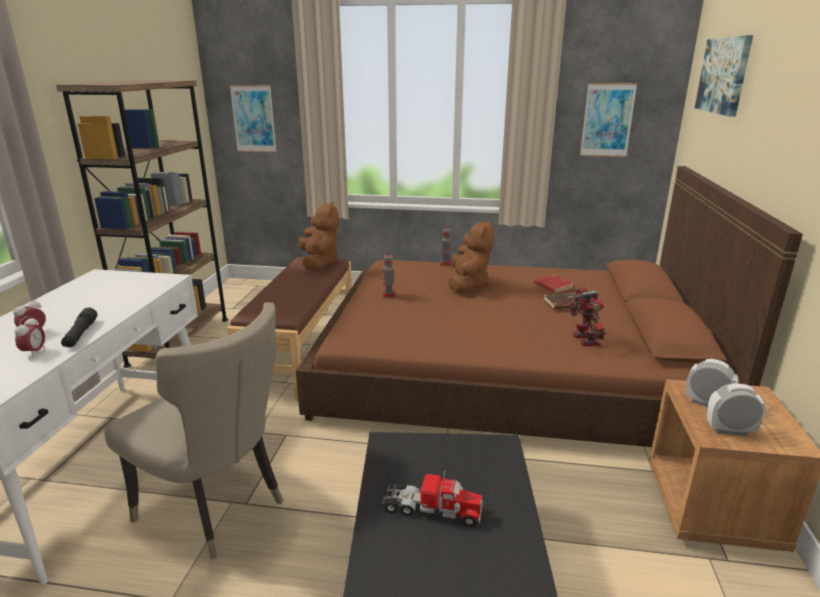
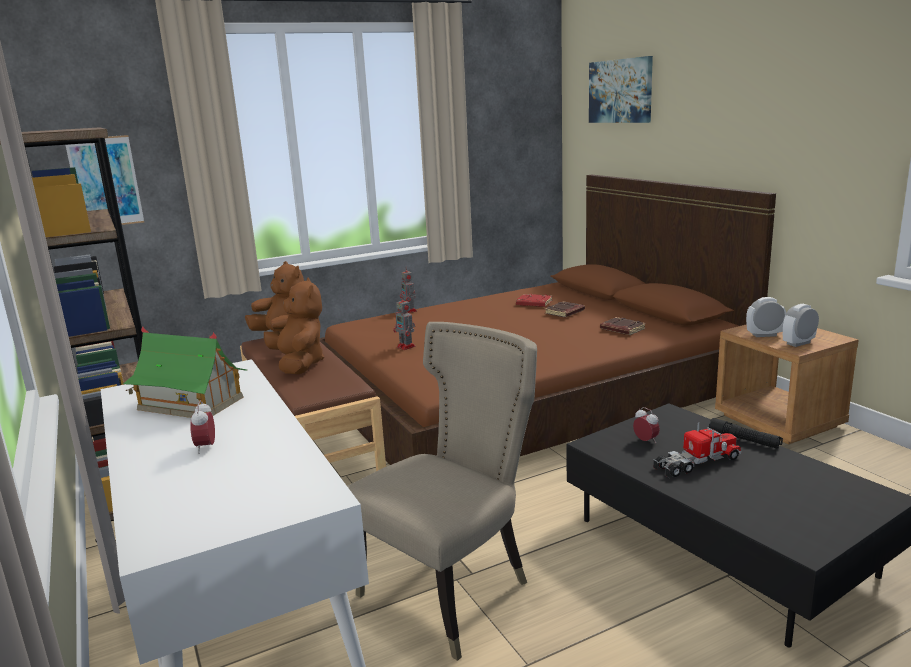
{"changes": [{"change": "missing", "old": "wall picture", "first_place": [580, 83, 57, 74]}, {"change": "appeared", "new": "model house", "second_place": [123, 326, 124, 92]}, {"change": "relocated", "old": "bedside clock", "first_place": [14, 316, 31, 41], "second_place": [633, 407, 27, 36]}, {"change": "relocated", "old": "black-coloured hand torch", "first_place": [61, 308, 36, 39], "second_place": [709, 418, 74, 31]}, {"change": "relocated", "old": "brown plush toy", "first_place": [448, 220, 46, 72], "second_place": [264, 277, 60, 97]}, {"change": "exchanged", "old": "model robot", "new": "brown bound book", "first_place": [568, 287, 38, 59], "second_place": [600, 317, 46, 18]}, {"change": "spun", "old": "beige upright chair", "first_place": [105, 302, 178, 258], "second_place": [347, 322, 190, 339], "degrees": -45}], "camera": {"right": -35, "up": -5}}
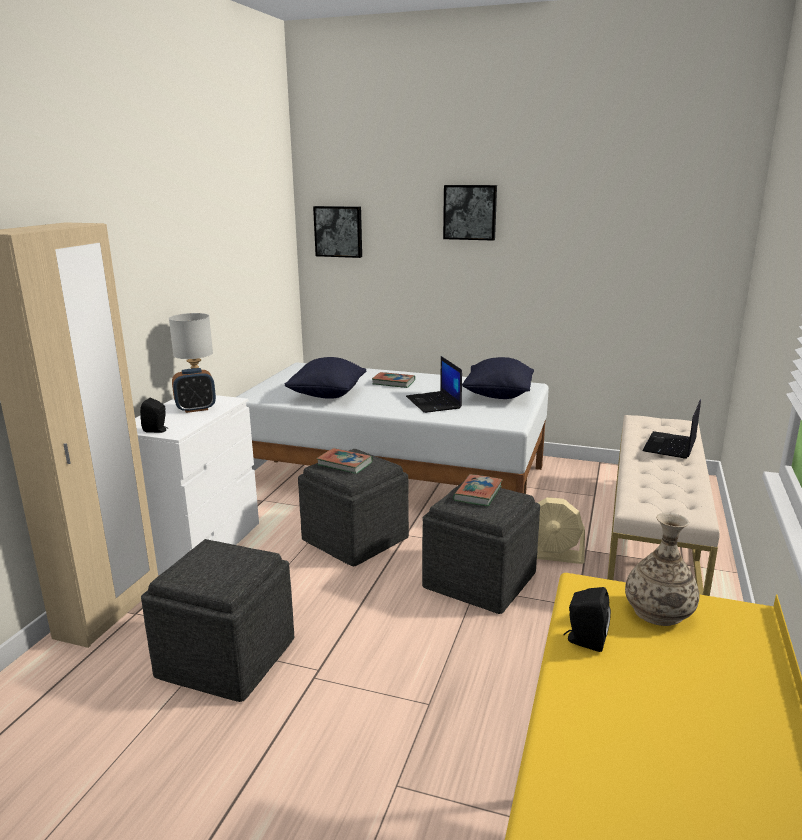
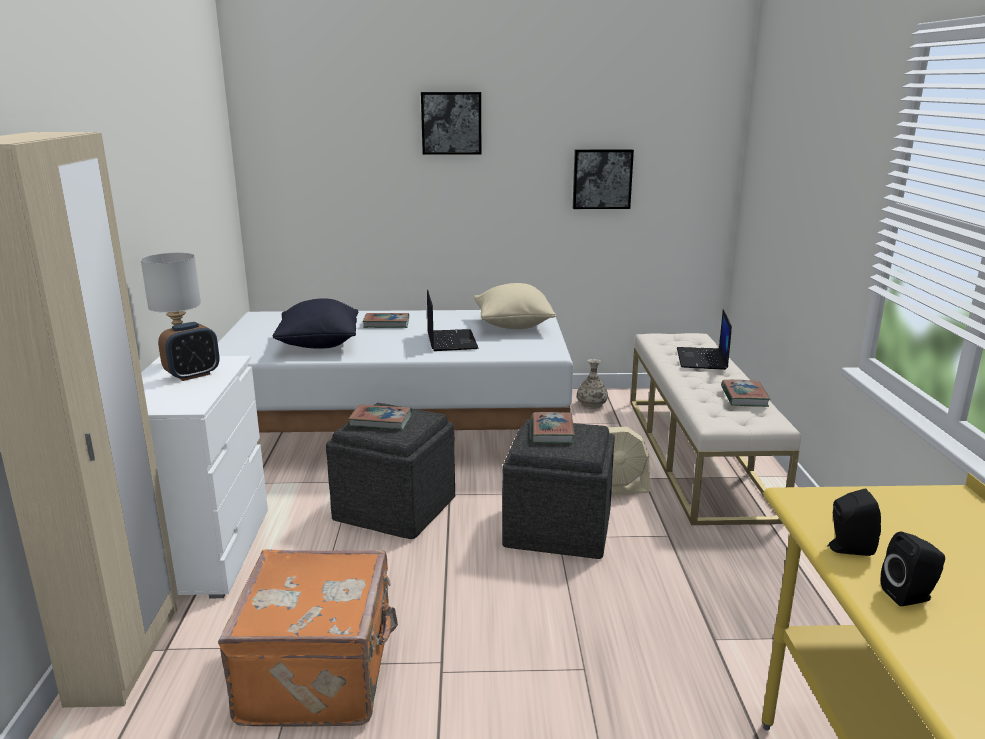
{"changes": [{"change": "appeared", "new": "bound book", "second_place": [721, 380, 49, 27]}, {"change": "relocated", "old": "black-coloured audio speaker", "first_place": [140, 398, 28, 35], "second_place": [881, 532, 64, 74]}, {"change": "relocated", "old": "wall picture", "first_place": [313, 206, 49, 52], "second_place": [573, 149, 61, 60]}, {"change": "relocated", "old": "vase", "first_place": [625, 513, 74, 113], "second_place": [577, 359, 31, 50]}, {"change": "exchanged", "old": "grey ottoman", "new": "orangey suitcase", "first_place": [141, 539, 153, 163], "second_place": [218, 549, 180, 178]}, {"change": "colour", "old": "black-coloured cushion", "new": "beige cushion", "first_place": [462, 357, 72, 42], "second_place": [474, 283, 82, 46]}, {"change": "spun", "old": "notebook computer", "first_place": [406, 356, 56, 57], "second_place": [427, 290, 52, 61], "degrees": -150}], "camera": {"right": -20, "up": 0}}
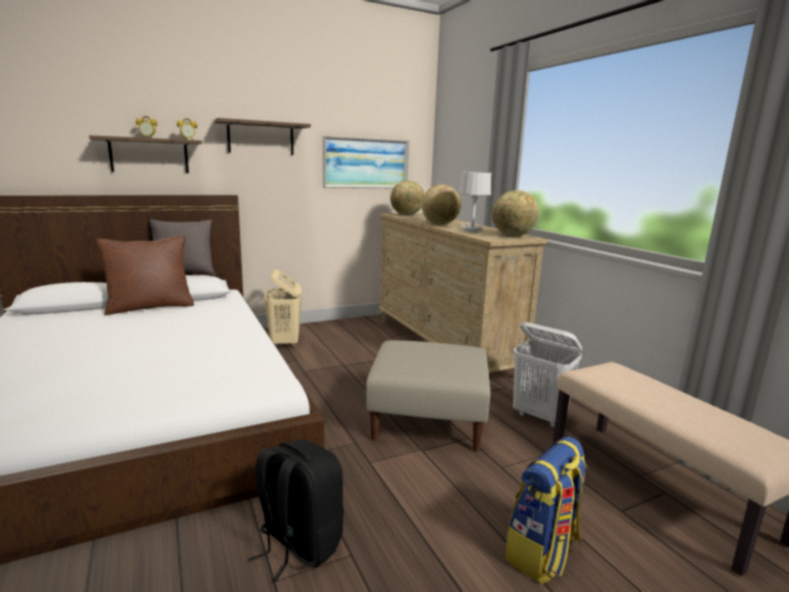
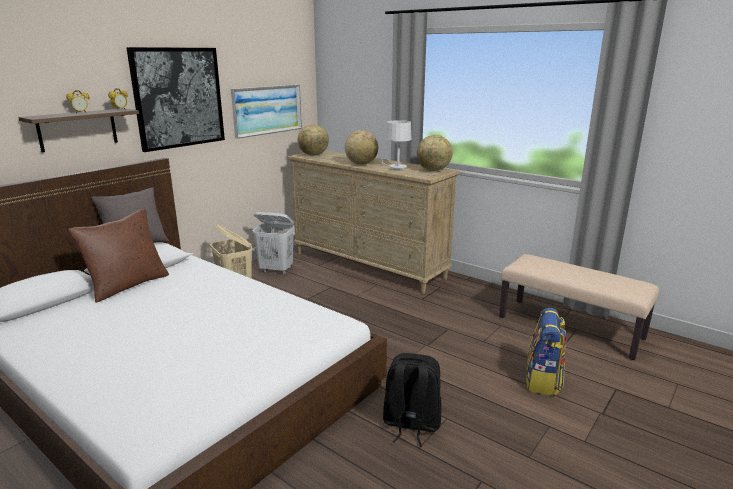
{"changes": [{"change": "missing", "old": "beige ottoman", "first_place": [366, 340, 124, 111]}, {"change": "relocated", "old": "whitish washing basket", "first_place": [513, 322, 70, 106], "second_place": [252, 212, 42, 62]}, {"change": "exchanged", "old": "bracket shelf", "new": "wall picture", "first_place": [214, 118, 97, 37], "second_place": [126, 47, 99, 105]}], "camera": {"right": -25, "up": 5}}
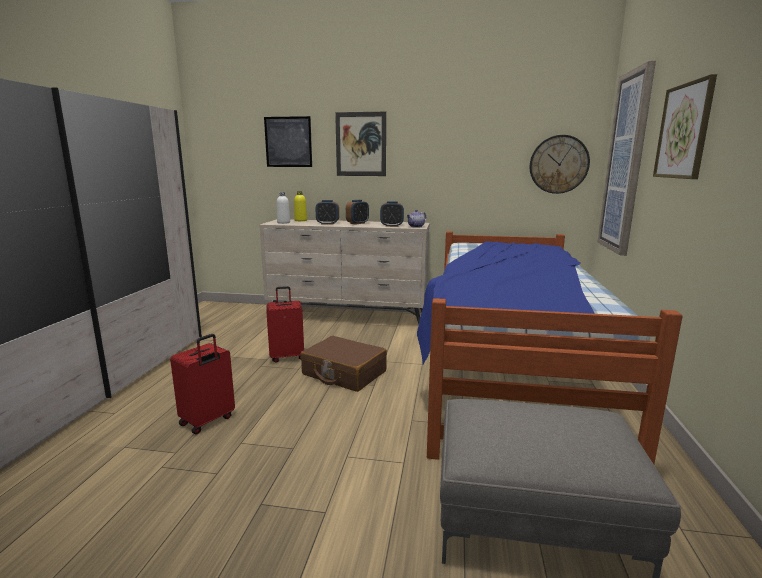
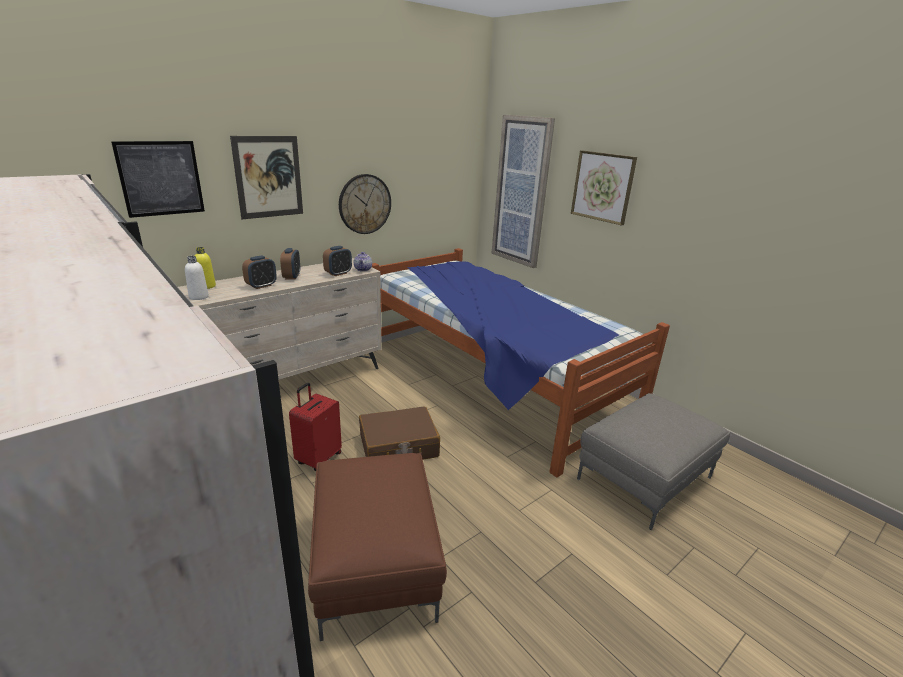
{"changes": [{"change": "relocated", "old": "clock on the wall", "first_place": [530, 135, 60, 59], "second_place": [339, 174, 52, 60]}, {"change": "exchanged", "old": "red-coloured suitcase", "new": "brown ottoman", "first_place": [170, 334, 65, 100], "second_place": [308, 453, 139, 188]}], "camera": {"right": -50, "up": 10}}
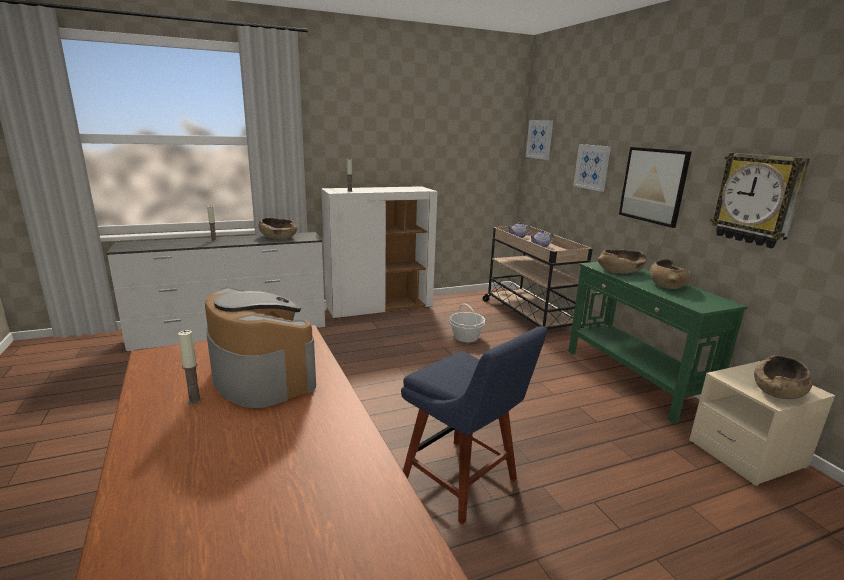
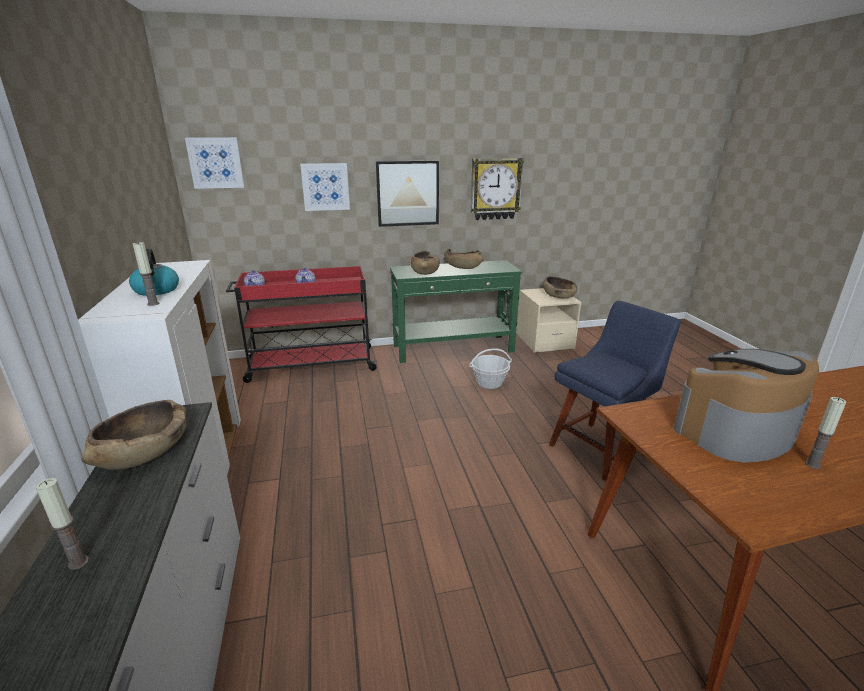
{"changes": [{"change": "appeared", "new": "tea kettle", "second_place": [129, 249, 50, 47]}, {"change": "relocated", "old": "household basket", "first_place": [449, 303, 36, 39], "second_place": [469, 348, 43, 41]}, {"change": "colour", "old": "beige trolley", "new": "red-coloured trolley", "first_place": [483, 225, 110, 104], "second_place": [226, 266, 151, 117]}], "camera": {"right": -80, "up": 5}}
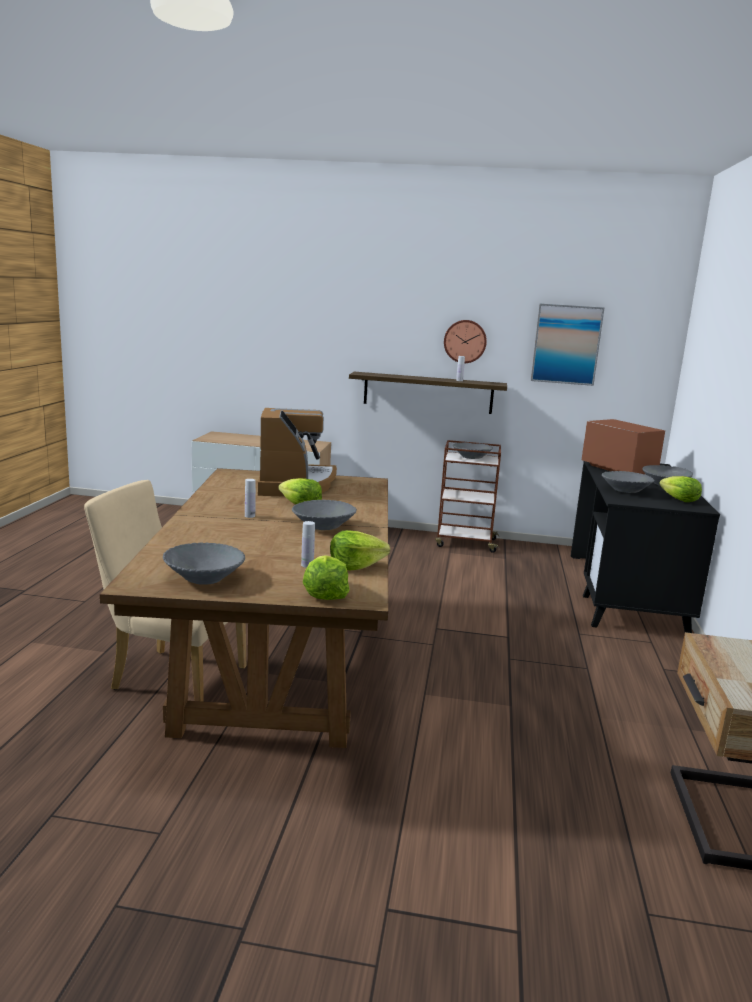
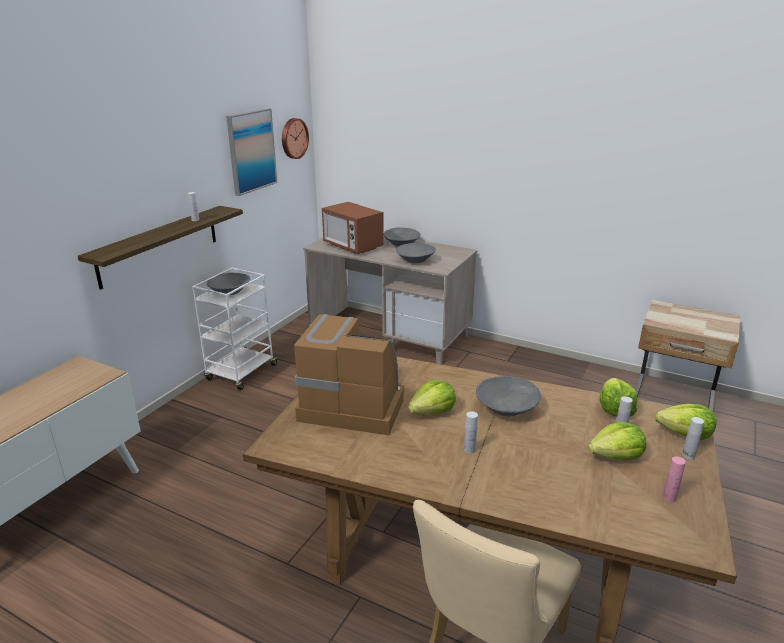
{"changes": [{"change": "appeared", "new": "whitish beverage bottle", "second_place": [682, 417, 22, 42]}, {"change": "relocated", "old": "clock on the wall", "first_place": [444, 320, 43, 43], "second_place": [282, 118, 27, 41]}, {"change": "relocated", "old": "head of lettuce", "first_place": [659, 476, 43, 26], "second_place": [588, 422, 58, 38]}, {"change": "exchanged", "old": "grey serving bowl", "new": "pinkish beverage bottle", "first_place": [163, 543, 82, 42], "second_place": [662, 456, 24, 46]}, {"change": "colour", "old": "brown trolley", "new": "whitish trolley", "first_place": [435, 440, 66, 113], "second_place": [192, 268, 87, 122]}, {"change": "colour", "old": "black-coloured desk table", "new": "beige desk table", "first_place": [571, 461, 149, 172], "second_place": [303, 237, 175, 127]}, {"change": "spun", "old": "kitchen microwave", "first_place": [582, 419, 83, 56], "second_place": [322, 202, 62, 52], "degrees": -120}], "camera": {"right": -70, "up": 10}}
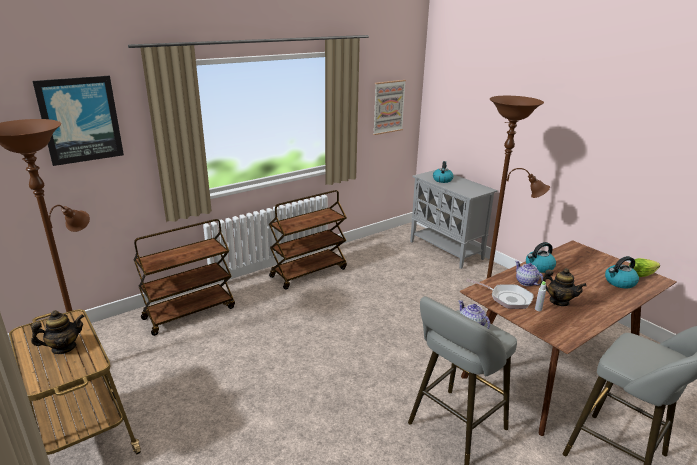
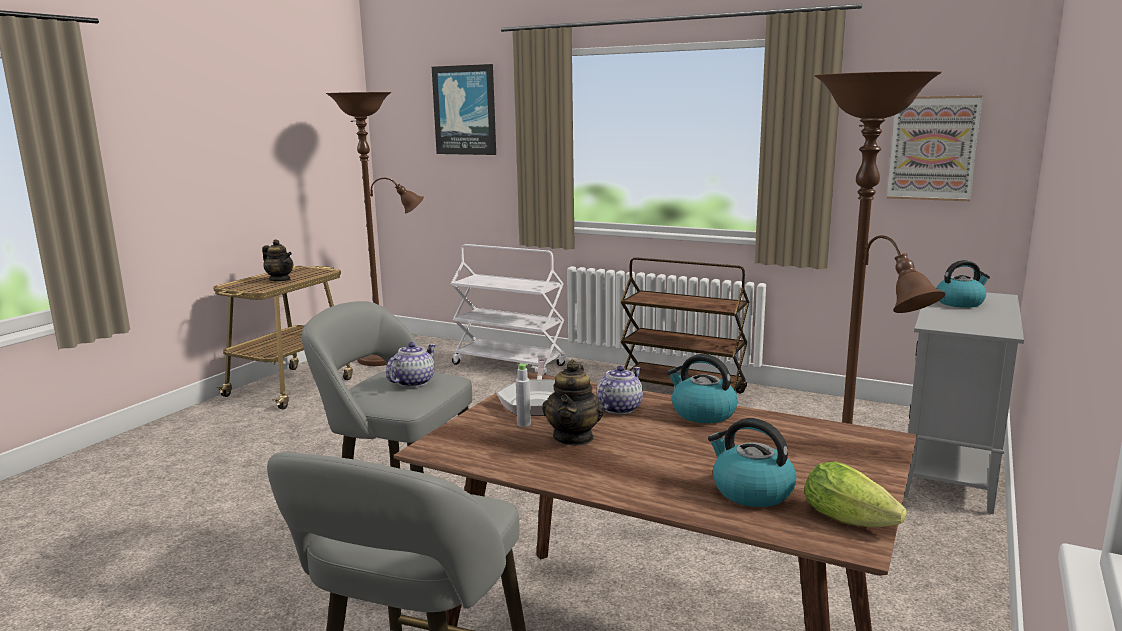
{"changes": [{"change": "colour", "old": "brown trolley", "new": "whitish trolley", "first_place": [134, 219, 101, 117], "second_place": [451, 244, 115, 131]}], "camera": {"right": 65, "up": -10}}
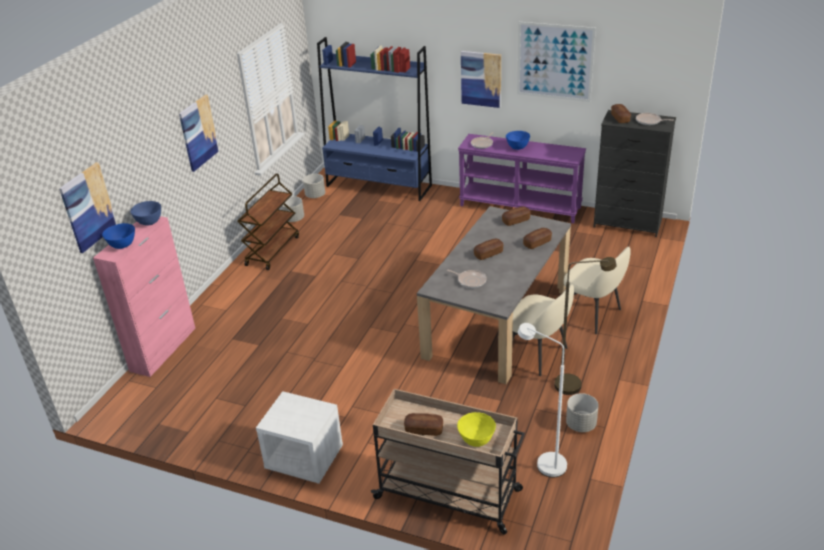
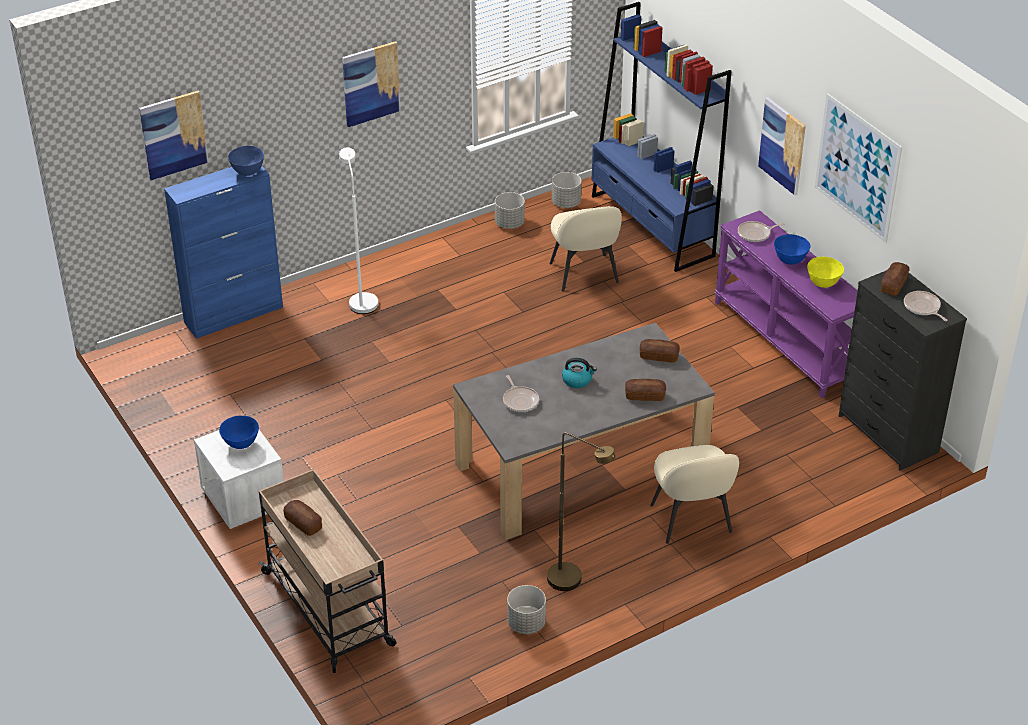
{"changes": [{"change": "missing", "old": "brown trolley", "first_place": [237, 173, 62, 97]}, {"change": "relocated", "old": "blue-coloured serving bowl", "first_place": [102, 223, 33, 26], "second_place": [219, 415, 40, 34]}, {"change": "relocated", "old": "yellowish serving bowl", "first_place": [457, 412, 39, 35], "second_place": [807, 257, 37, 31]}, {"change": "relocated", "old": "beige upright chair", "first_place": [512, 284, 62, 92], "second_place": [550, 206, 72, 86]}, {"change": "relocated", "old": "whitish standing lamp", "first_place": [518, 323, 49, 155], "second_place": [339, 147, 40, 167]}, {"change": "exchanged", "old": "baked bread", "new": "tea kettle", "first_place": [474, 239, 29, 21], "second_place": [562, 358, 35, 30]}, {"change": "colour", "old": "pinkish cupboard", "new": "blue-coloured cupboard", "first_place": [93, 216, 103, 161], "second_place": [164, 166, 119, 173]}], "camera": {"right": 35, "up": 5}}
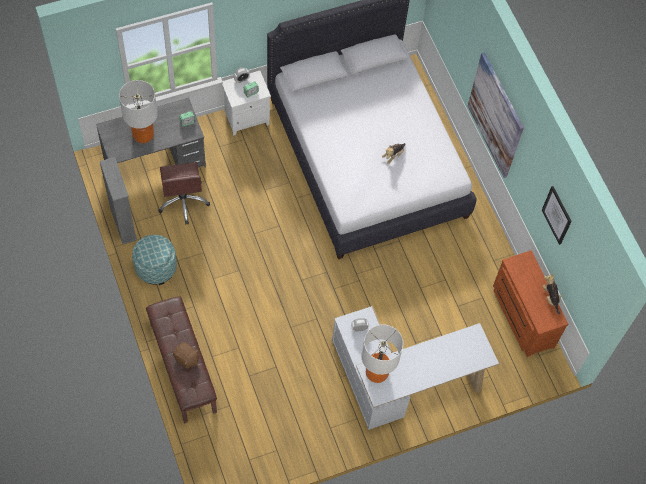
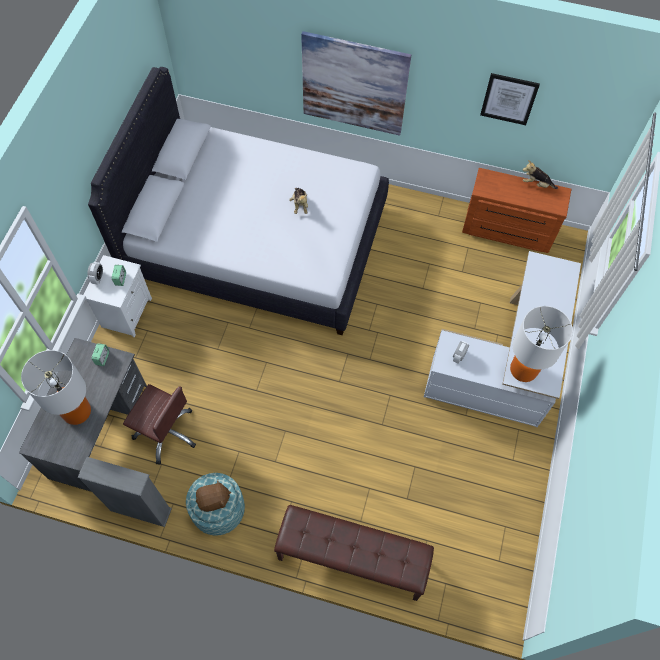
{"changes": [{"change": "relocated", "old": "brown plush toy", "first_place": [173, 343, 26, 26], "second_place": [196, 480, 35, 32]}], "camera": {"right": -50, "up": 0}}
